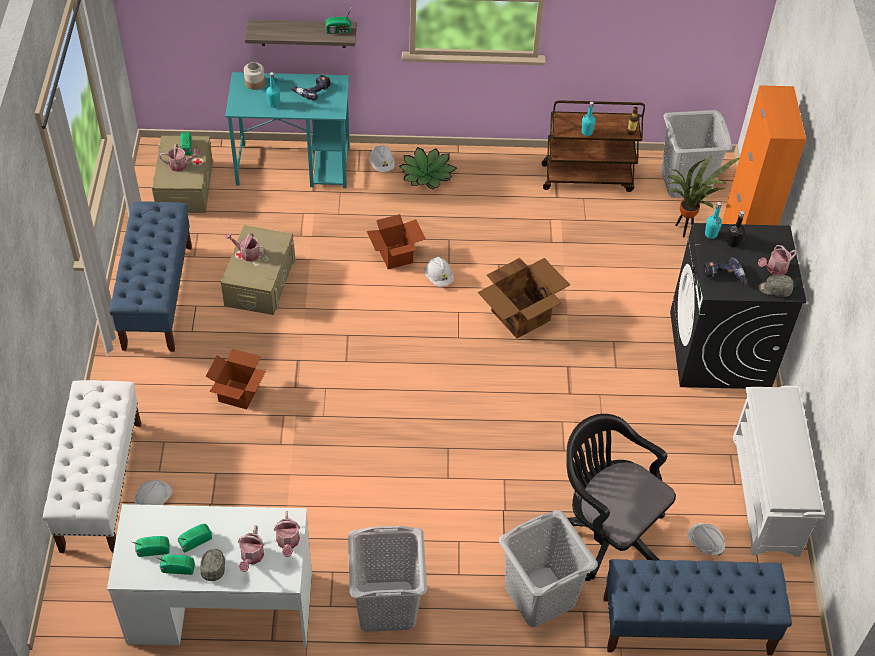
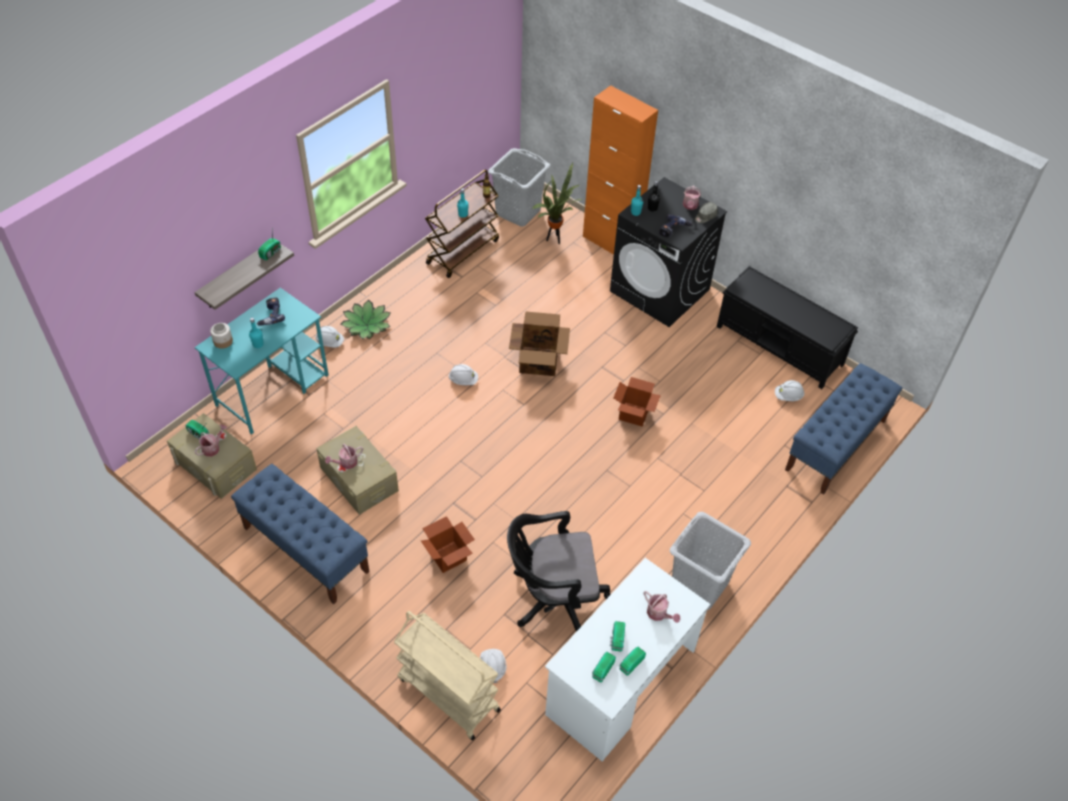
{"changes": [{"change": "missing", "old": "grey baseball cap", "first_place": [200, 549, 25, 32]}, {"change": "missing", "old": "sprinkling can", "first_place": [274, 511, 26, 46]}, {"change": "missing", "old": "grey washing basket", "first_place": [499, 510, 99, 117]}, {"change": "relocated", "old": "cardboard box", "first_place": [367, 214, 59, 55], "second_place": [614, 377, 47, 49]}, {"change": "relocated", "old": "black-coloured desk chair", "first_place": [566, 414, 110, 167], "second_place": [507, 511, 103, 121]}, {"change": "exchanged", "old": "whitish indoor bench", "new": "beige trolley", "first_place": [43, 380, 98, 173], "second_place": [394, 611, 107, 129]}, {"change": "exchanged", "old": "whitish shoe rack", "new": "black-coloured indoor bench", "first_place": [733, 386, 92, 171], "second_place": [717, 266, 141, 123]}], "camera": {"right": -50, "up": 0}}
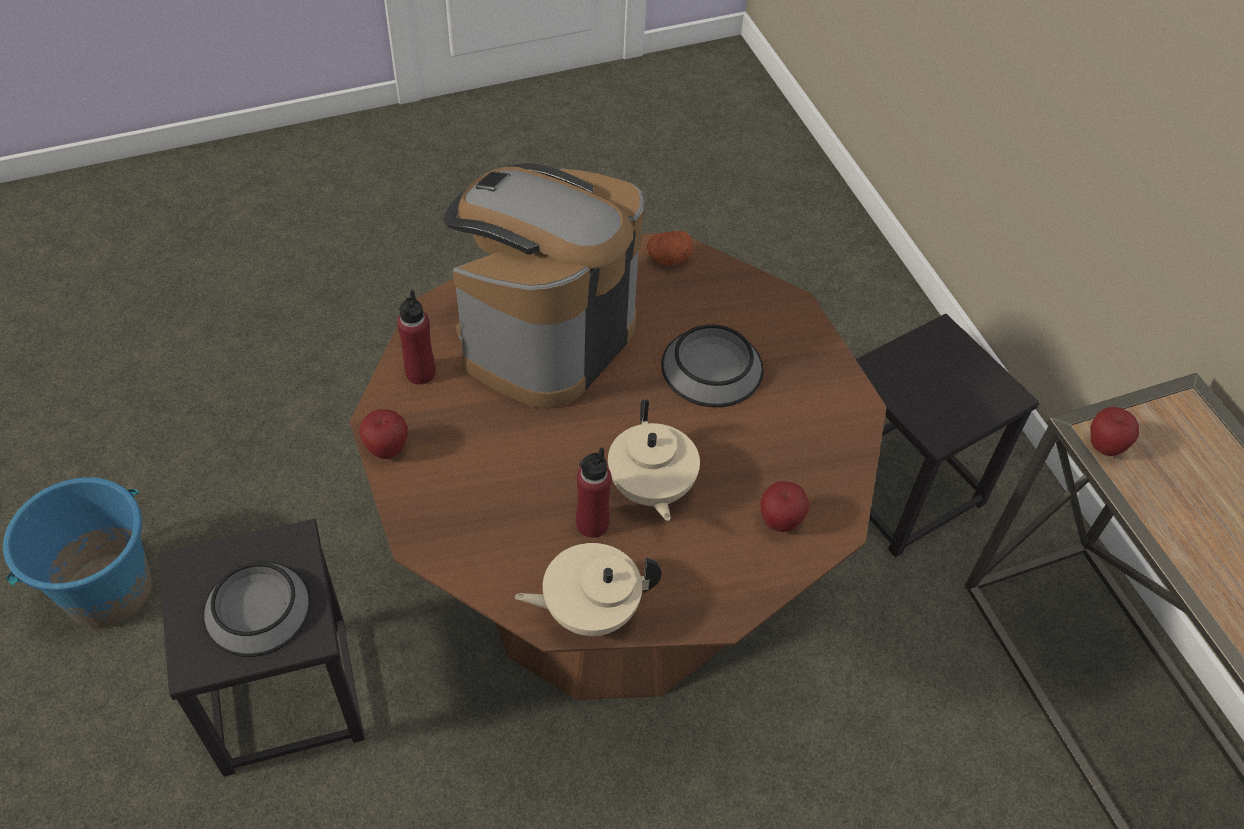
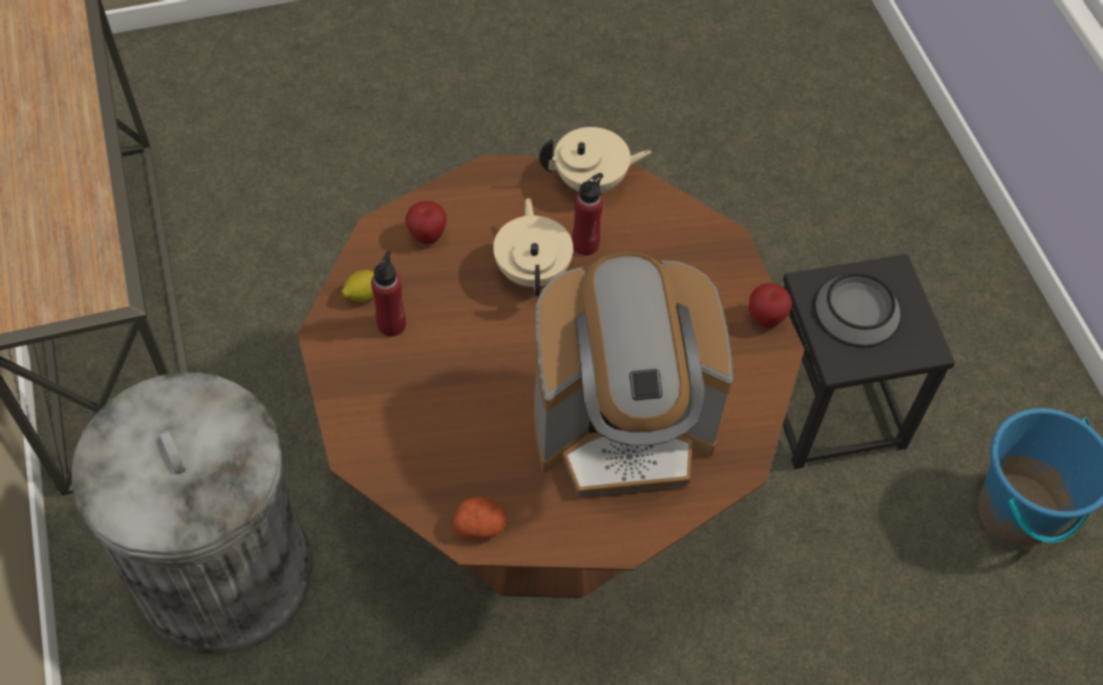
{"changes": [{"change": "missing", "old": "serving bowl", "first_place": [661, 324, 103, 83]}, {"change": "missing", "old": "apple fruit", "first_place": [1090, 407, 49, 49]}, {"change": "appeared", "new": "whole lemon", "second_place": [342, 270, 32, 32]}, {"change": "relocated", "old": "red-coloured beverage bottle", "first_place": [397, 290, 39, 95], "second_place": [371, 251, 35, 86]}, {"change": "exchanged", "old": "black-coloured stool", "new": "grey rubbish bin", "first_place": [856, 314, 183, 243], "second_place": [71, 372, 242, 283]}, {"change": "spun", "old": "coffee maker", "first_place": [443, 163, 201, 245], "second_place": [534, 252, 199, 245], "degrees": 45}], "camera": {"right": -175, "up": 5}}
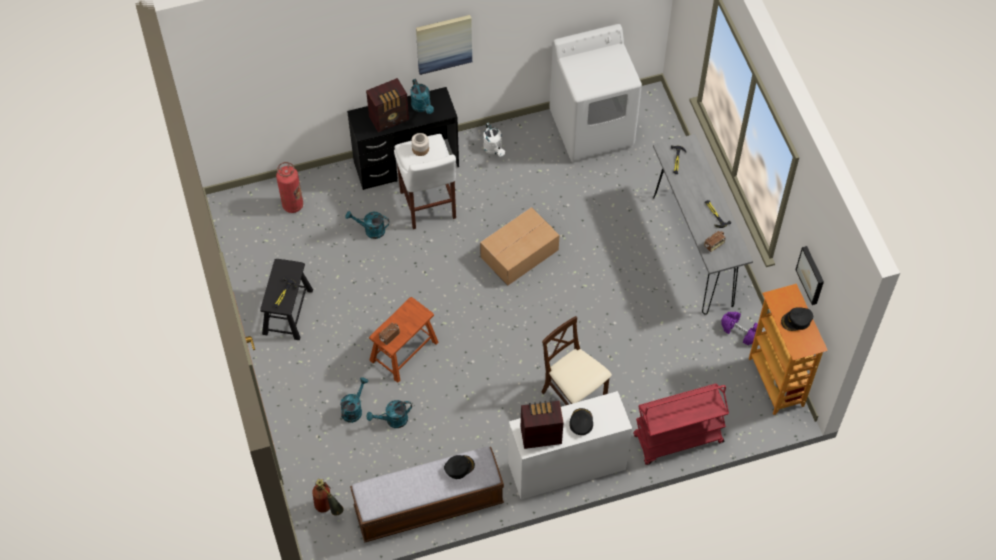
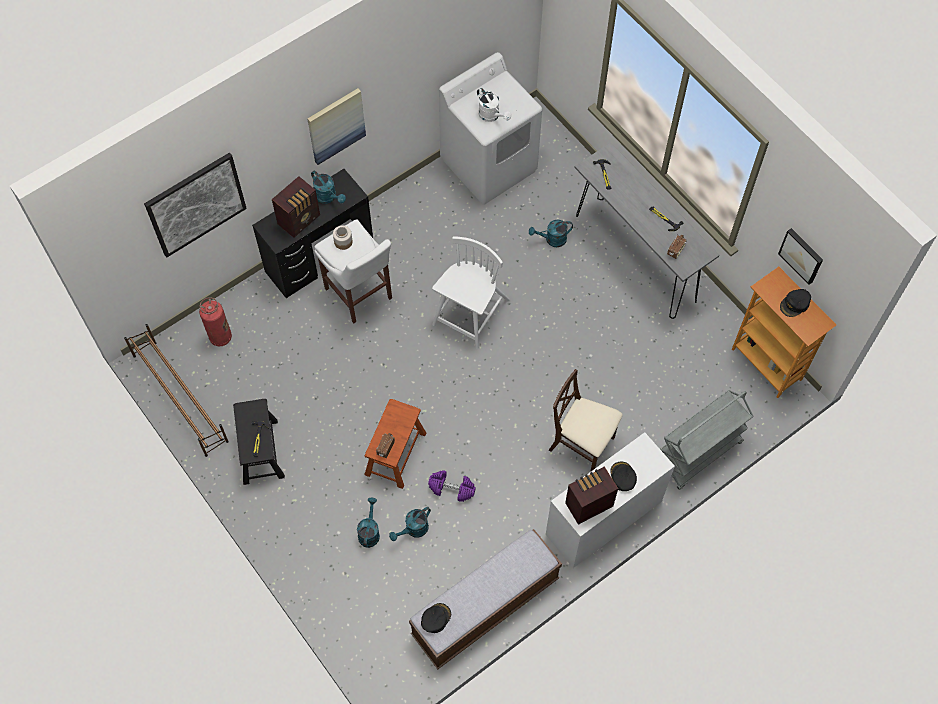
{"changes": [{"change": "missing", "old": "extinguisher", "first_place": [312, 479, 32, 37]}, {"change": "appeared", "new": "brown shoe rack", "second_place": [124, 324, 105, 133]}, {"change": "appeared", "new": "wall picture", "second_place": [144, 153, 103, 105]}, {"change": "relocated", "old": "blue-green sprinkling can", "first_place": [345, 211, 44, 28], "second_place": [529, 220, 44, 27]}, {"change": "relocated", "old": "black-coloured baseball cap", "first_place": [444, 455, 31, 24], "second_place": [421, 603, 30, 30]}, {"change": "relocated", "old": "whitish sprinkling can", "first_place": [483, 123, 22, 34], "second_place": [477, 88, 34, 34]}, {"change": "relocated", "old": "purple free weight", "first_place": [721, 312, 37, 33], "second_place": [428, 470, 48, 32]}, {"change": "exchanged", "old": "cardboard box", "new": "whitish upright chair", "first_place": [480, 207, 79, 79], "second_place": [432, 237, 78, 112]}, {"change": "colour", "old": "red-coloured trolley", "new": "grey trolley", "first_place": [633, 383, 96, 82], "second_place": [660, 390, 93, 100]}], "camera": {"right": -20, "up": 5}}
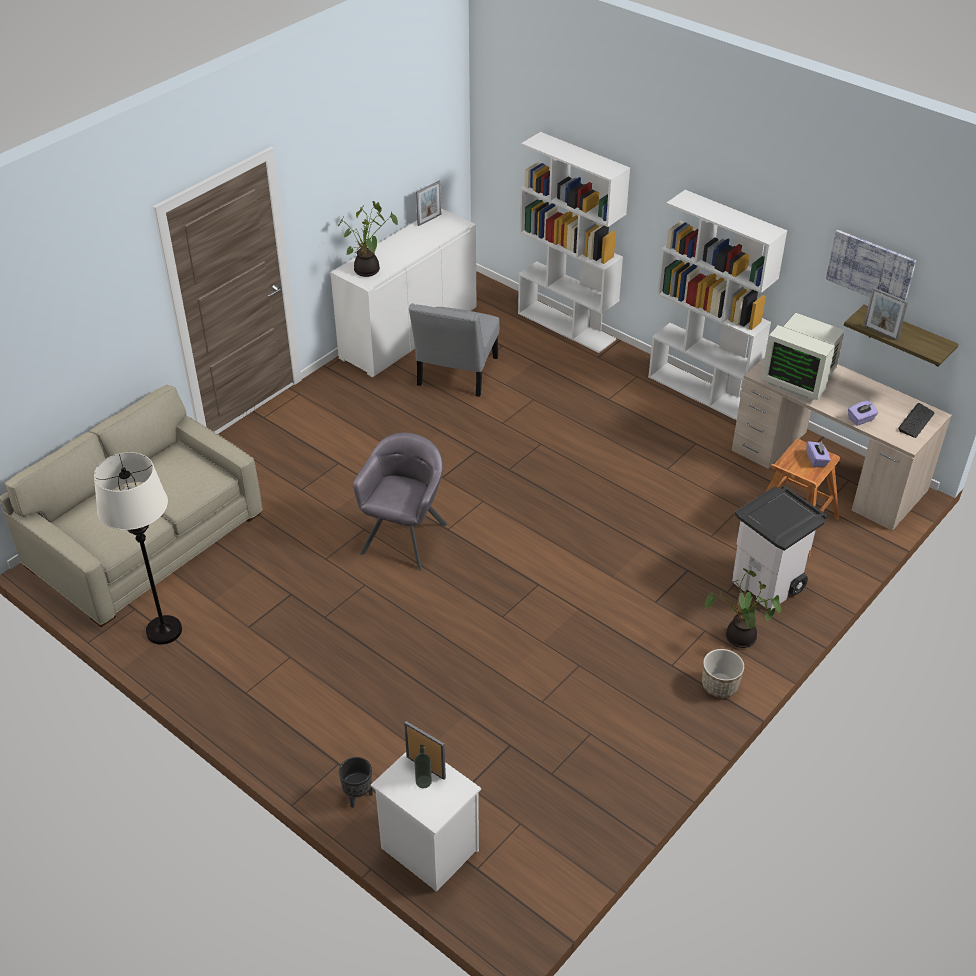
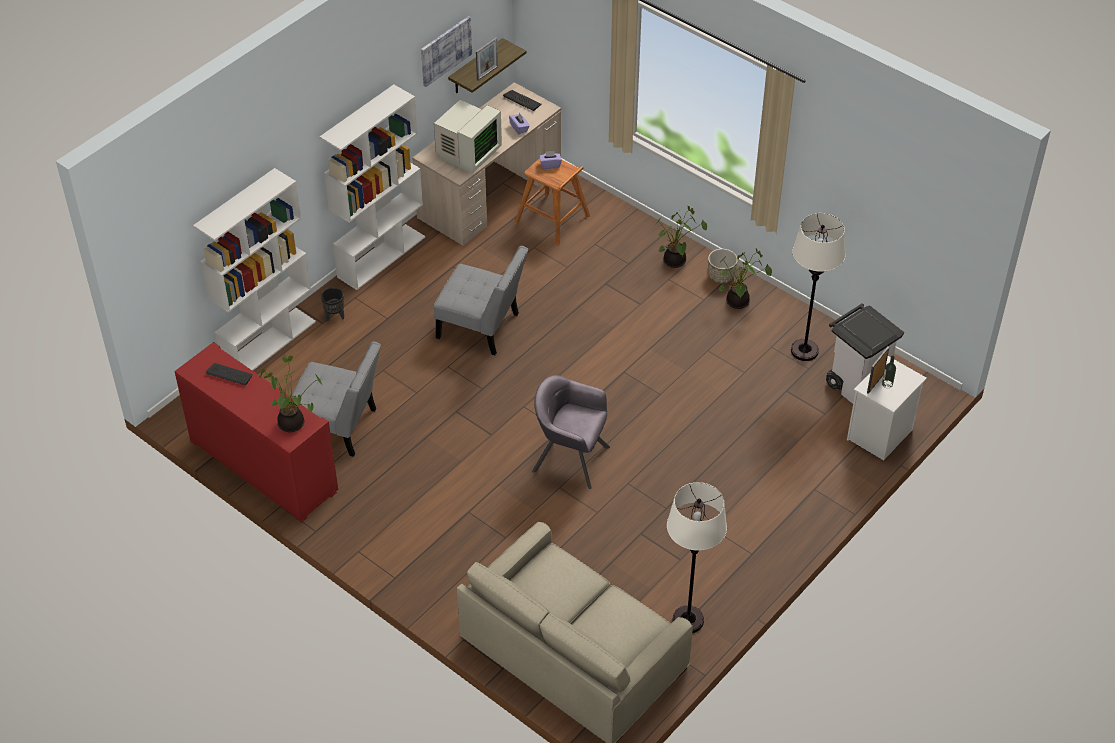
{"changes": [{"change": "missing", "old": "standing frame", "first_place": [416, 180, 25, 46]}, {"change": "appeared", "new": "keyboard", "second_place": [206, 363, 47, 22]}, {"change": "appeared", "new": "grey upright chair", "second_place": [434, 246, 94, 109]}, {"change": "appeared", "new": "potted plant", "second_place": [719, 248, 53, 61]}, {"change": "appeared", "new": "whitish standing lamp", "second_place": [791, 213, 55, 148]}, {"change": "relocated", "old": "black-coloured plant pot", "first_place": [339, 757, 34, 51], "second_place": [321, 287, 23, 34]}, {"change": "relocated", "old": "whitish rubbish bin", "first_place": [732, 485, 95, 125], "second_place": [826, 303, 78, 101]}, {"change": "colour", "old": "whitish cupboard", "new": "red-coloured cupboard", "first_place": [330, 208, 146, 169], "second_place": [174, 342, 164, 181]}], "camera": {"right": -90, "up": 5}}
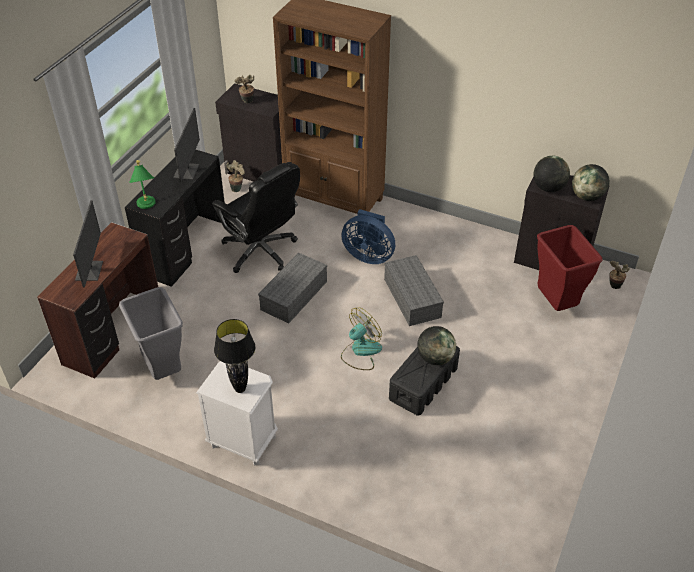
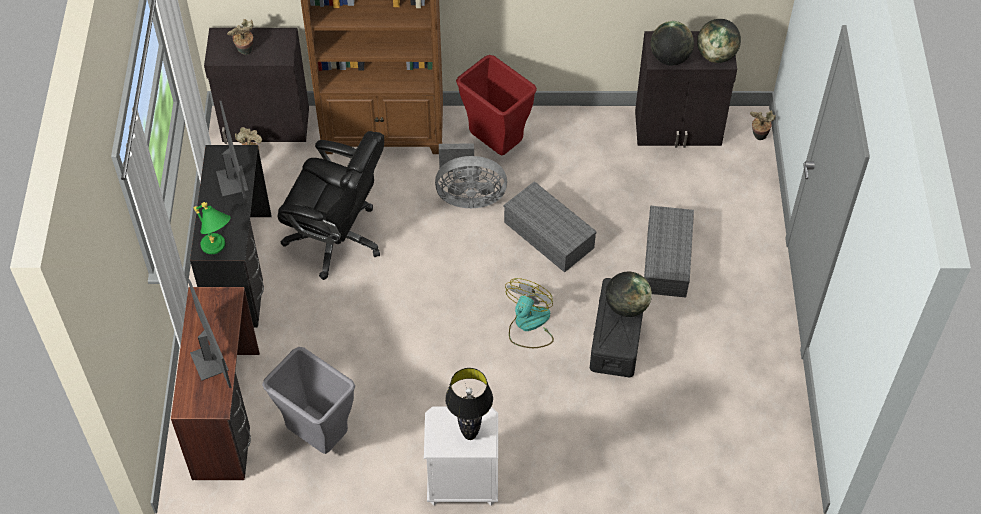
{"changes": [{"change": "relocated", "old": "grey storage box", "first_place": [258, 252, 69, 72], "second_place": [644, 206, 50, 92]}, {"change": "relocated", "old": "red-coloured rubbish bin", "first_place": [537, 225, 66, 86], "second_place": [456, 55, 81, 100]}, {"change": "colour", "old": "blue-coloured cooling fan", "new": "grey cooling fan", "first_place": [341, 209, 54, 55], "second_place": [435, 143, 72, 65]}], "camera": {"right": -25, "up": 10}}
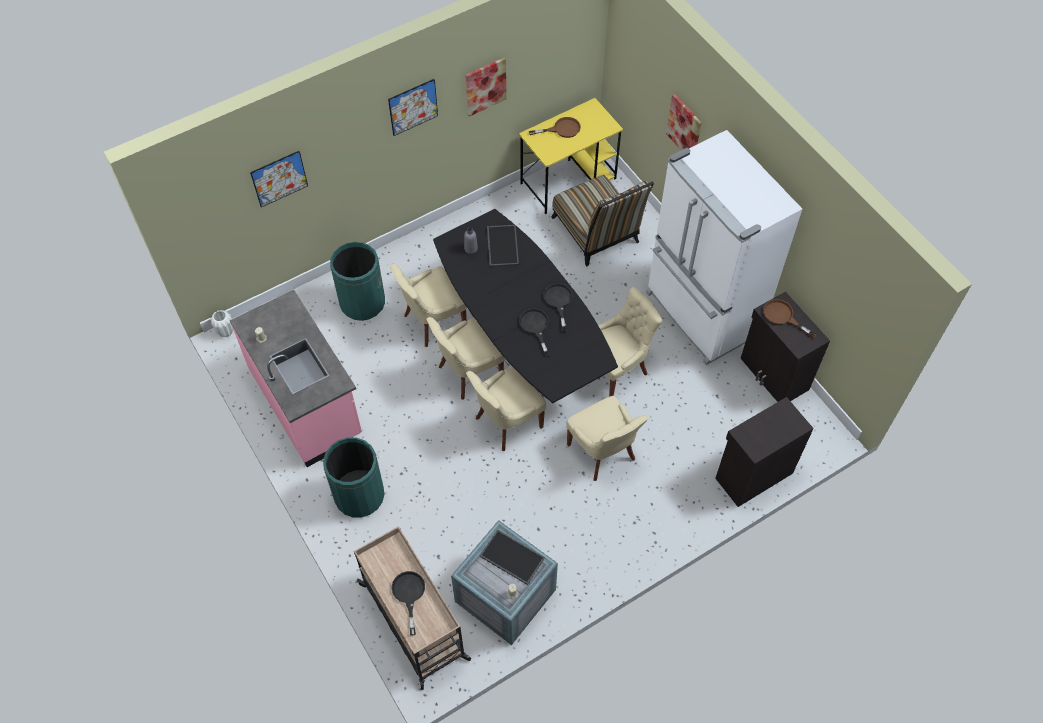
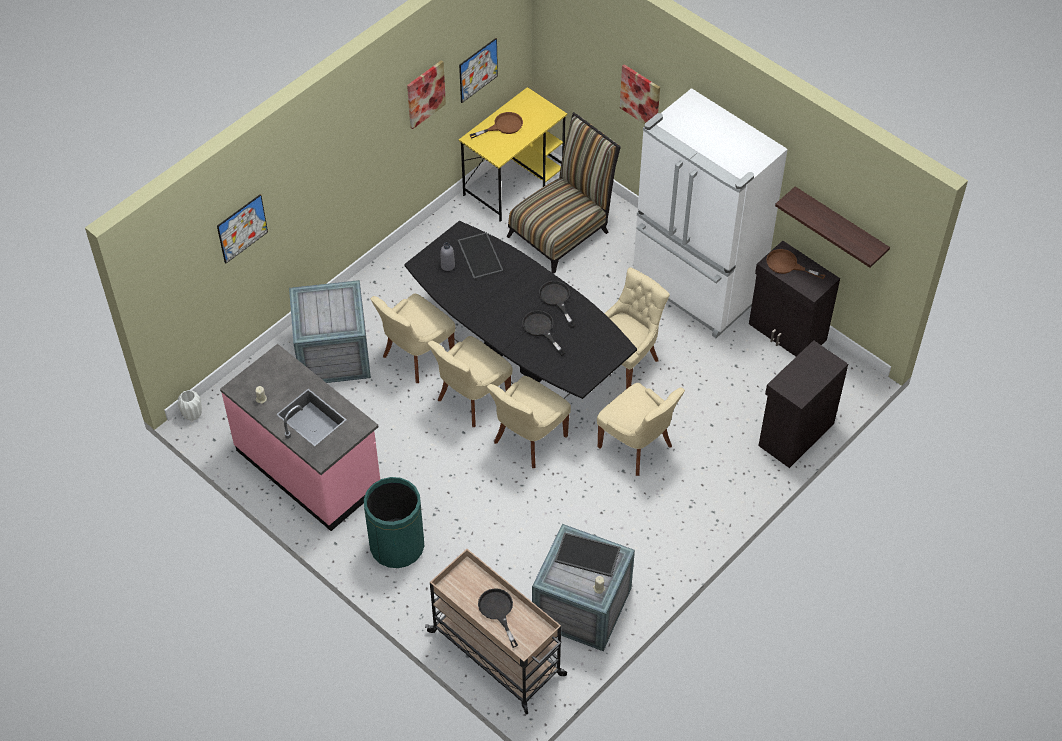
{"changes": [{"change": "appeared", "new": "bracket shelf", "second_place": [775, 187, 115, 81]}, {"change": "relocated", "old": "wall picture", "first_place": [388, 79, 50, 57], "second_place": [459, 38, 39, 65]}, {"change": "exchanged", "old": "greenish rubbish bin", "new": "packing crate", "first_place": [330, 242, 55, 79], "second_place": [289, 280, 82, 103]}, {"change": "spun", "old": "upright chair", "first_place": [551, 175, 103, 91], "second_place": [507, 112, 114, 162], "degrees": -90}], "camera": {"right": -15, "up": -5}}
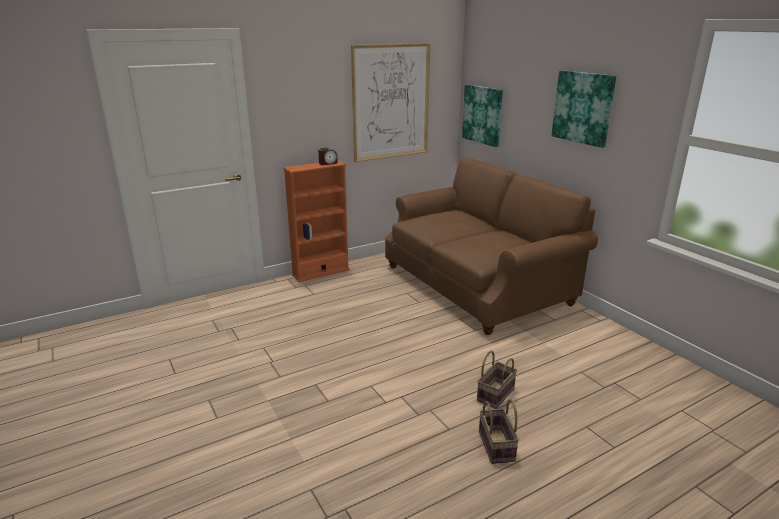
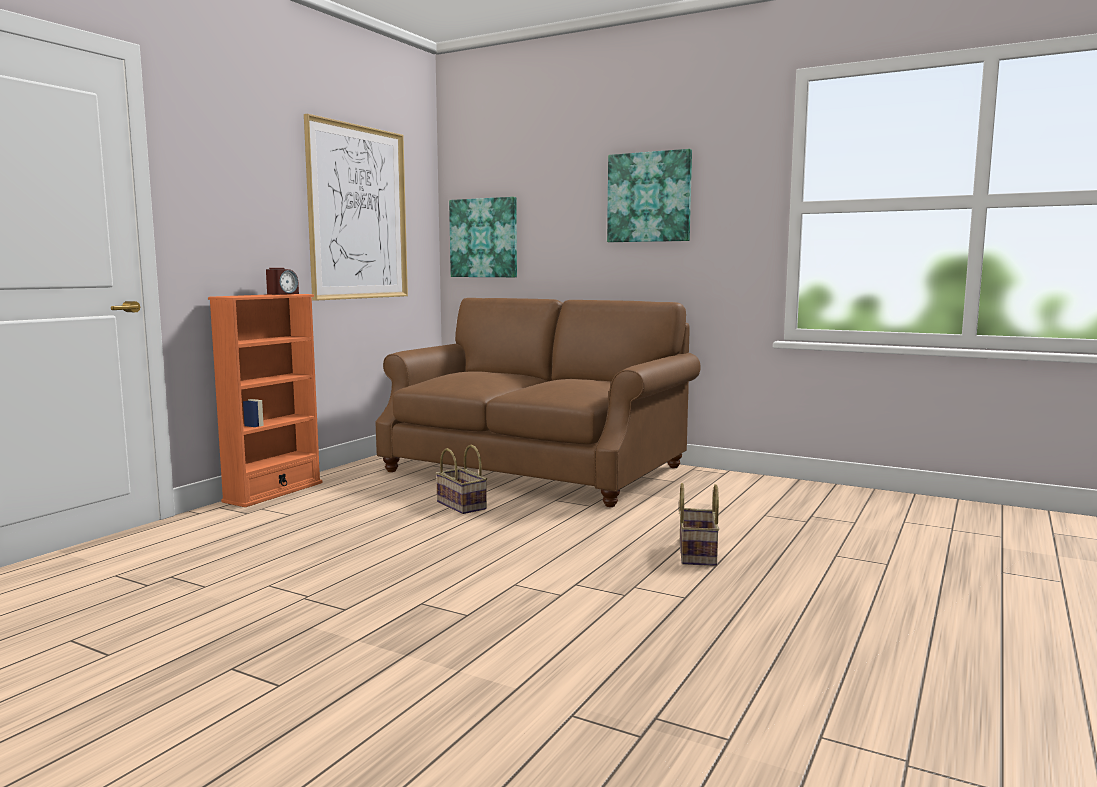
{"changes": [{"change": "relocated", "old": "household basket", "first_place": [479, 399, 40, 65], "second_place": [435, 445, 52, 69]}], "camera": {"right": -30, "up": -15}}
